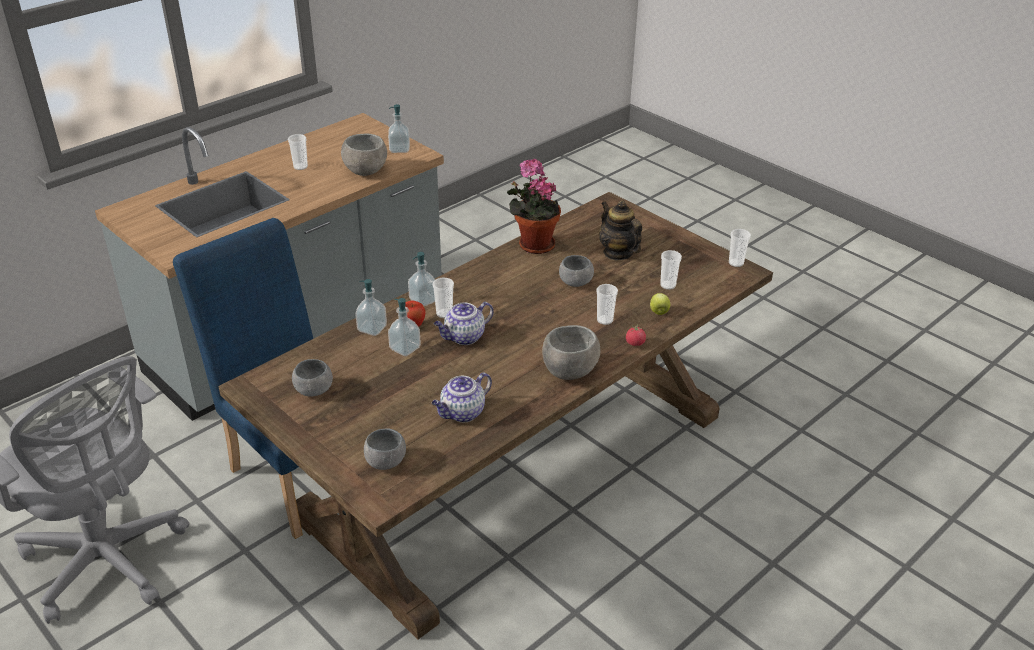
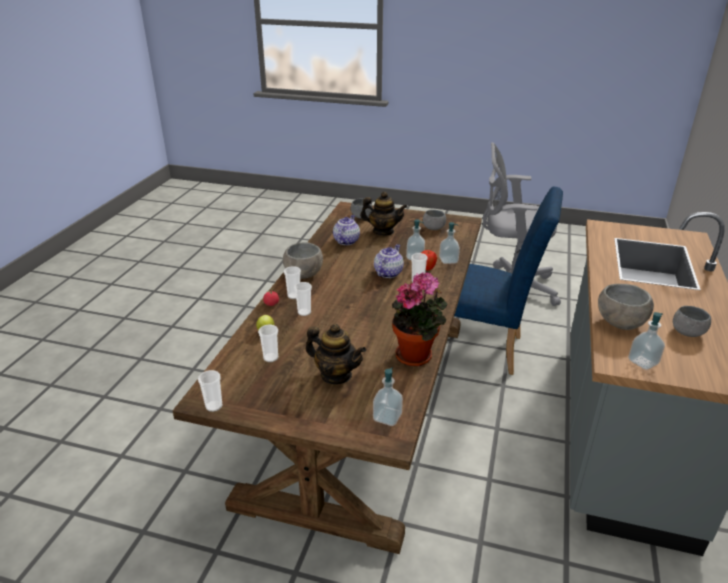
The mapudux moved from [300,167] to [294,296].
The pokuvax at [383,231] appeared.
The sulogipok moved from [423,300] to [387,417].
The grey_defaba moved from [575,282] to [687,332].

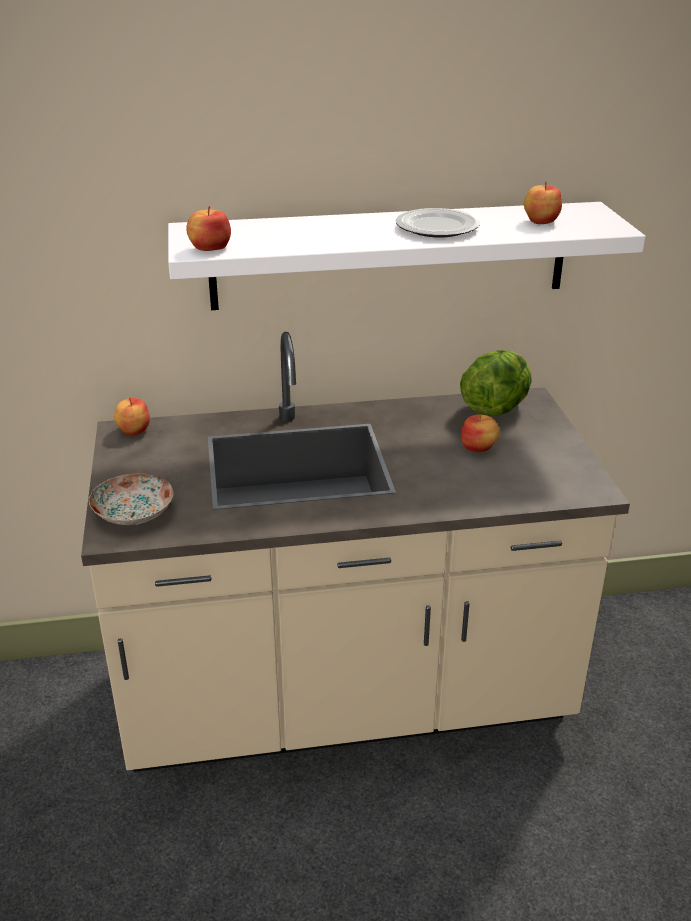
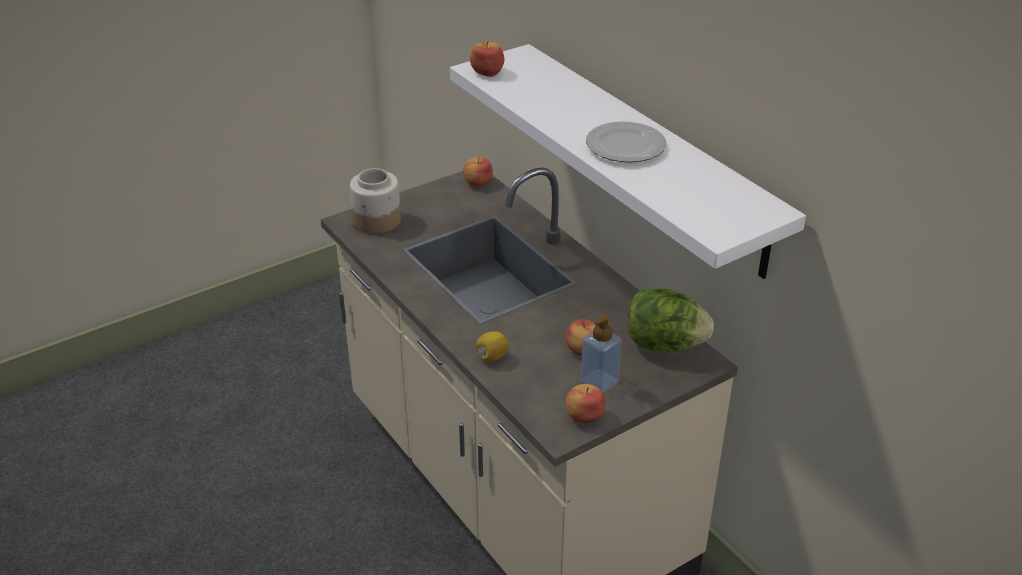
The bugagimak at [135,513] was replaced by the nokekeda at [377,221].
The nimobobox at [492,357] appeared.
The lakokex moved from [540,221] to [584,415].
The sulogipok at [599,382] appeared.

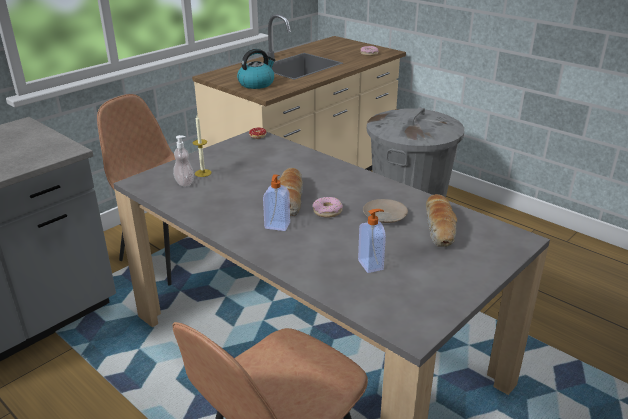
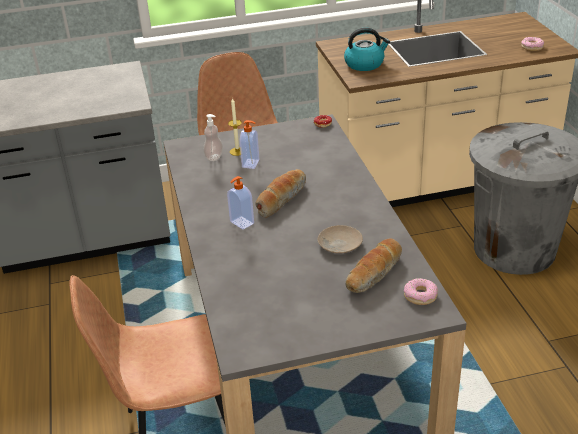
The sulogipok moved from [371,265] to [251,163].
The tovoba moved from [327,211] to [420,296].

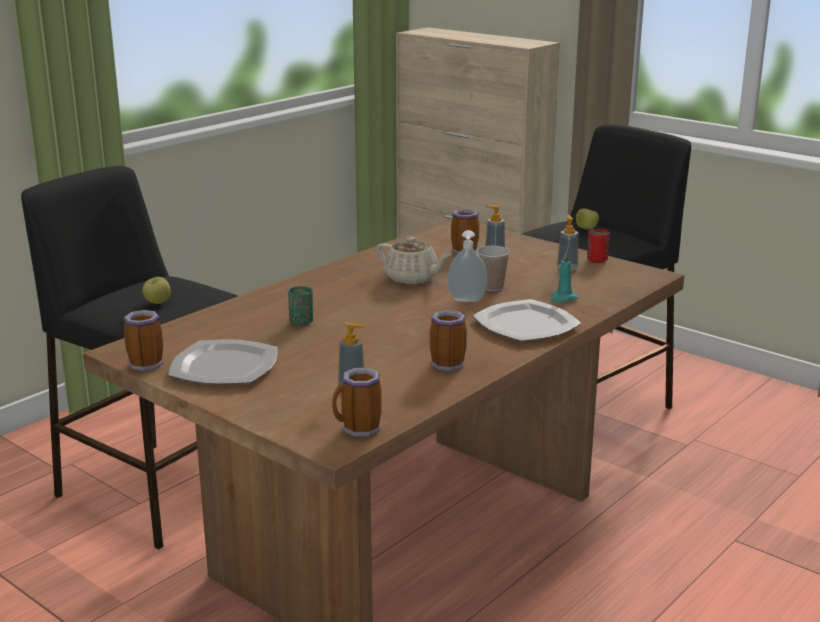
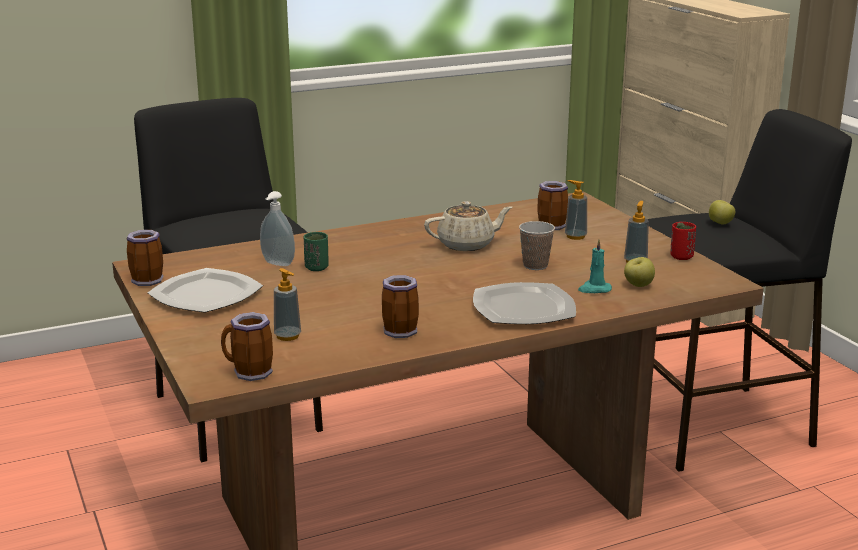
The sulogipok moved from [466,300] to [277,264].
The beige_pokuvax at [412,278] turned 75 degrees counterclockwise.
The lakokex moved from [157,303] to [638,285].

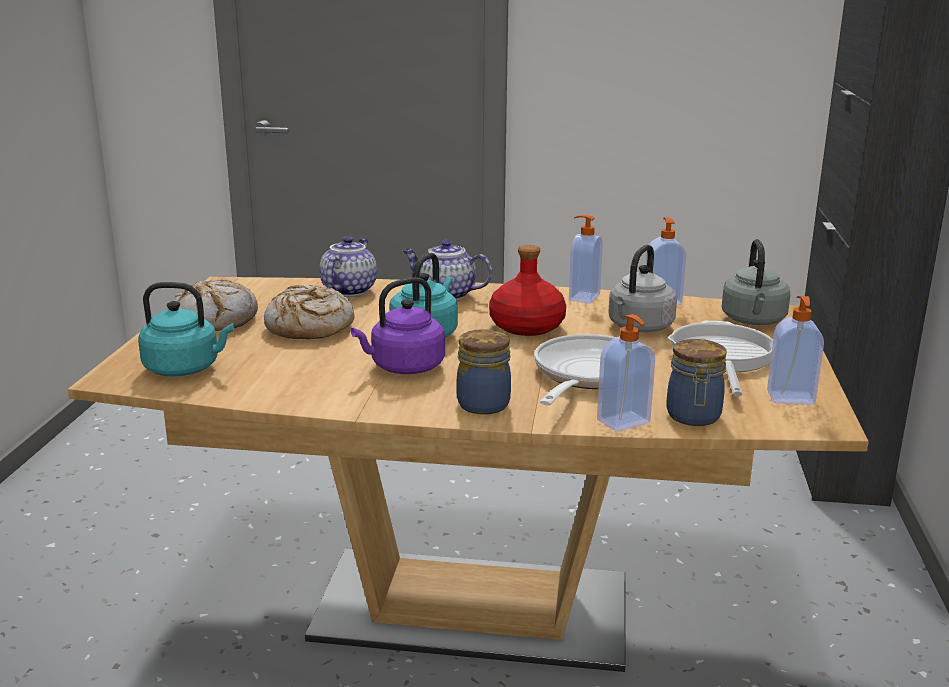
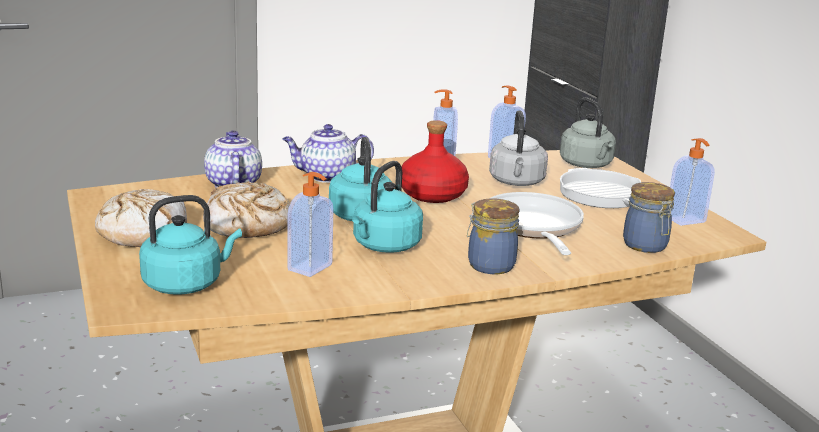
The sulogipok moved from [624,422] to [311,268].
The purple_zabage at [404,367] became the turquoise_zabage at [384,246].

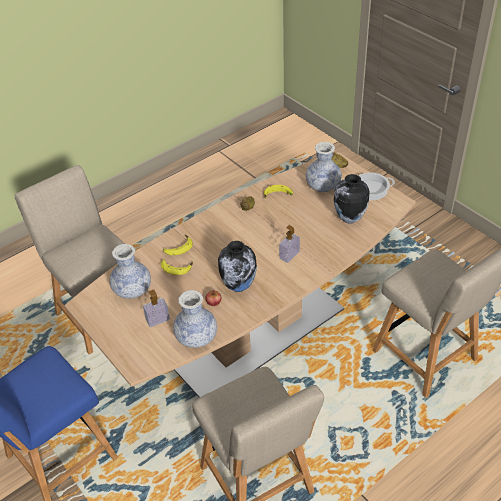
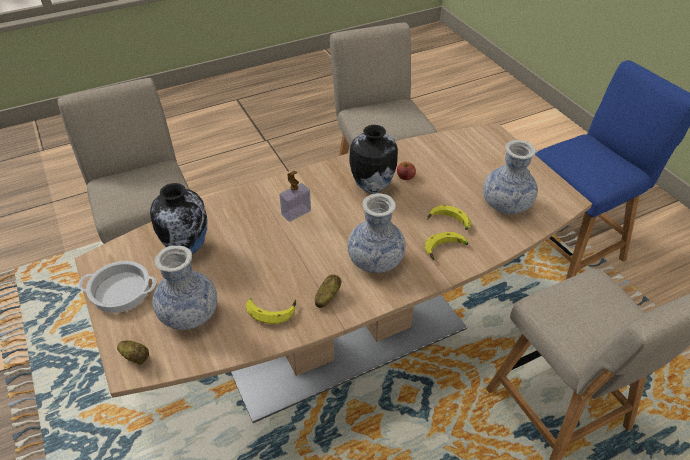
The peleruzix moved from [196,337] to [375,261].
The sulogipok at [157,320] disappeared.

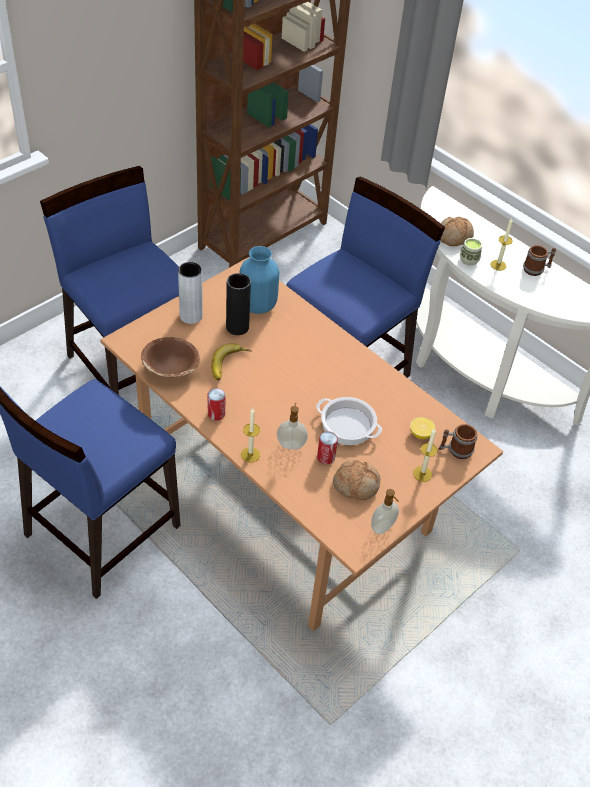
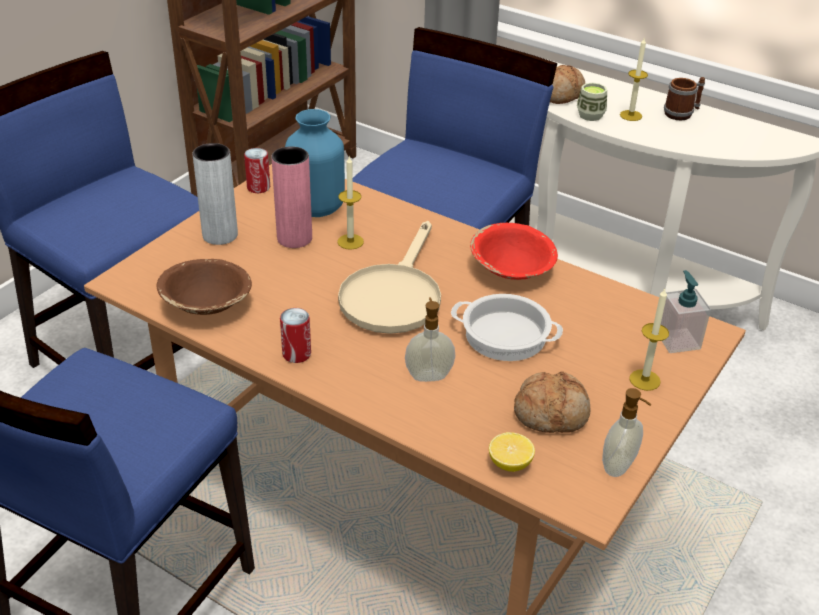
The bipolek moved from [326,457] to [258,187].
The black_peleruzix at [237,327] became the pink_peleruzix at [294,238].
The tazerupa moved from [250,454] to [350,242].
The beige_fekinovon at [393,295] appeared.
The red_defaba at [511,269] appeared.
The nimobobox moved from [420,434] to [510,464].
The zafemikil at [455,450] was replaced by the sulogipok at [678,340].
The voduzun at [230,365] disappeared.

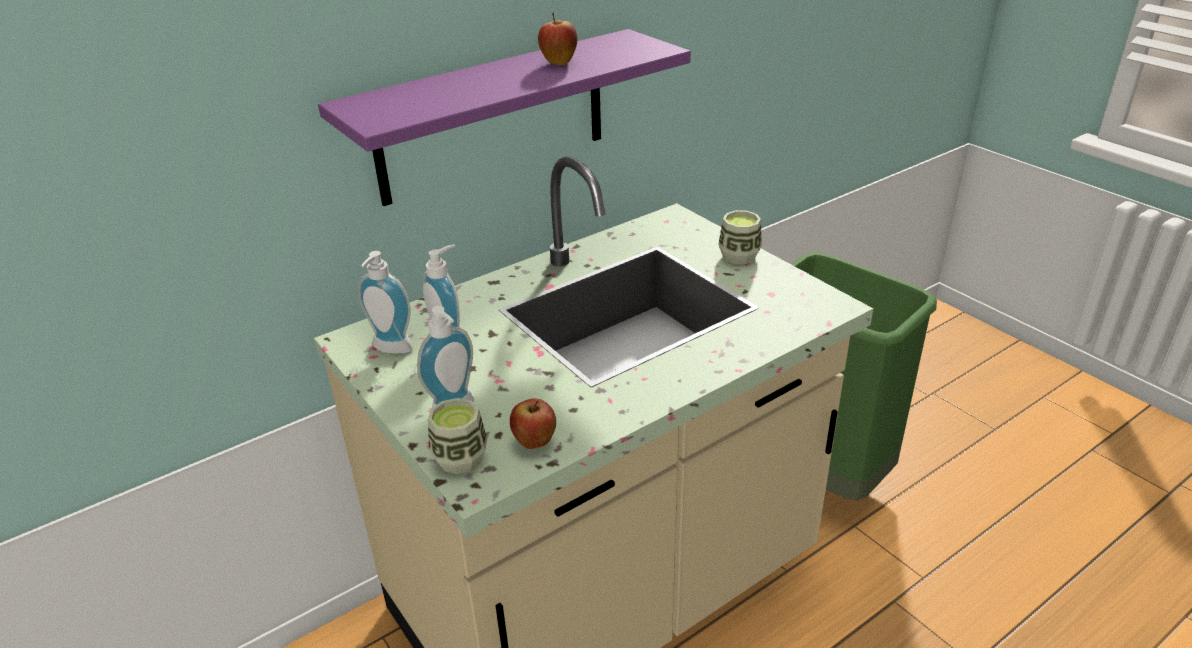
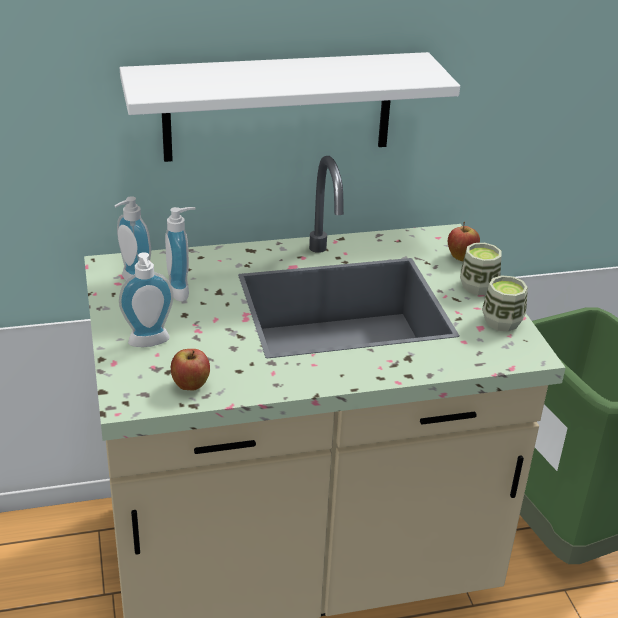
The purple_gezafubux at [492,117] became the white_gezafubux at [278,107].
The lakokex moved from [559,63] to [461,258].
The mapudux moved from [460,458] to [502,322].

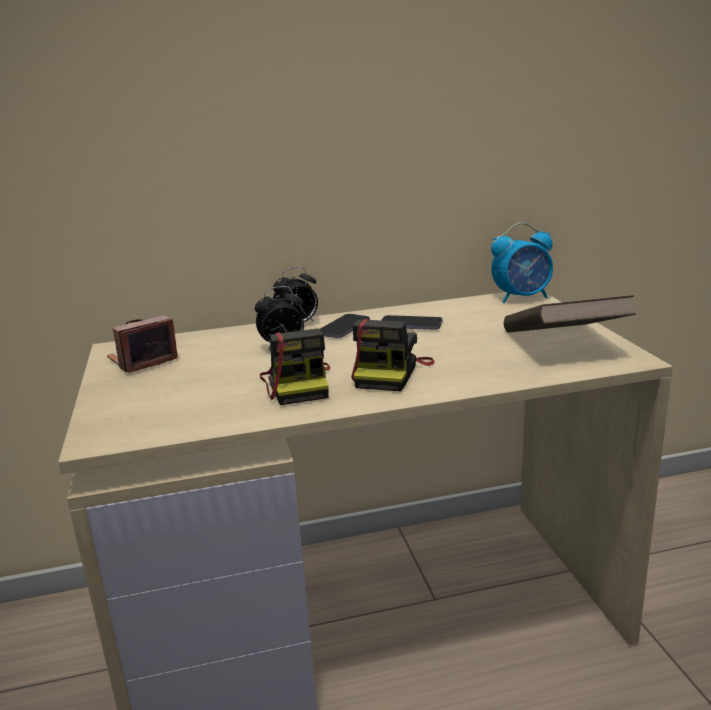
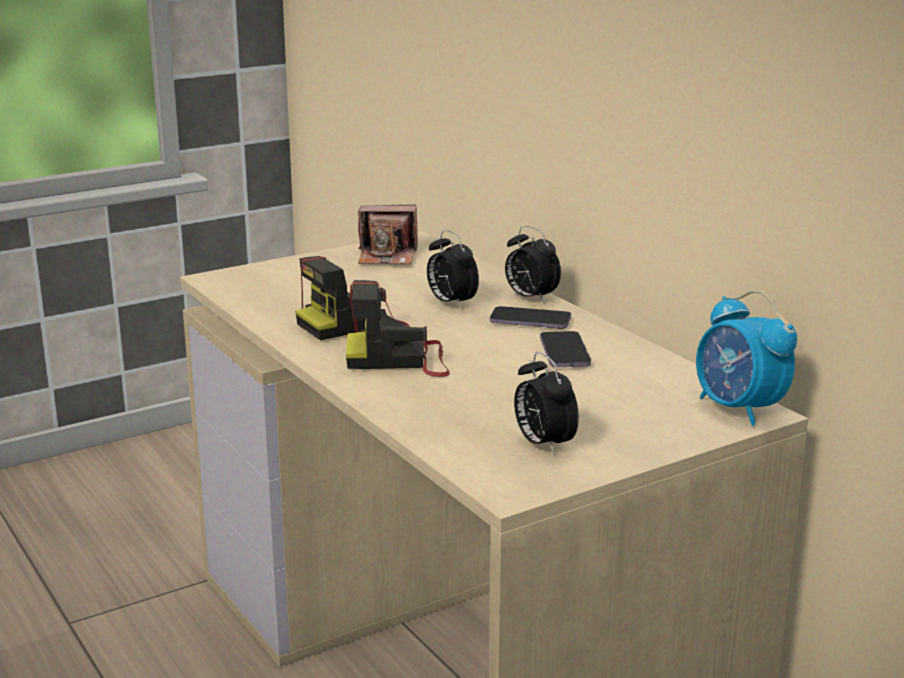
The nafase at [142,360] turned 150 degrees clockwise.
The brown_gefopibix at [562,345] was replaced by the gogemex at [543,444].

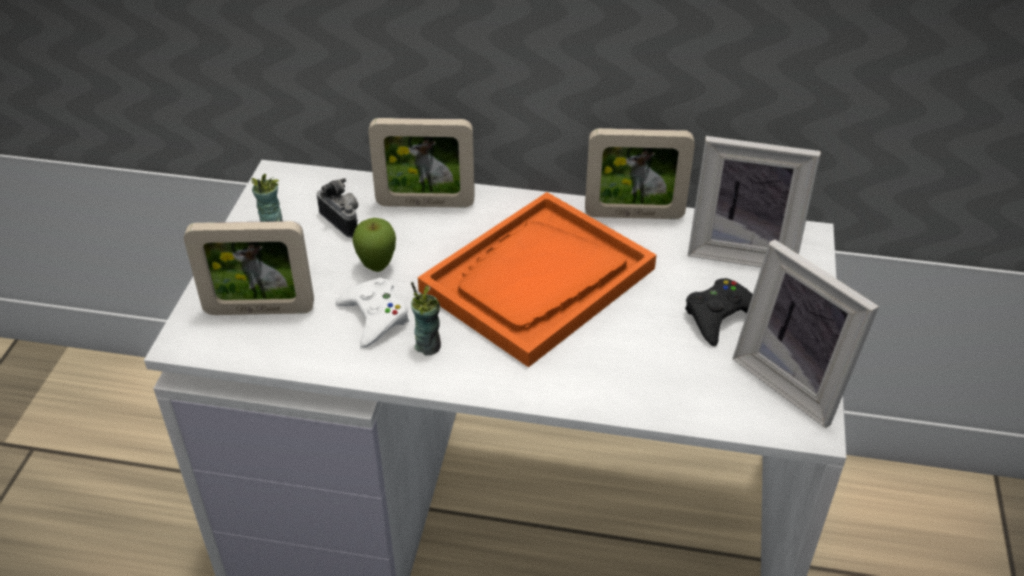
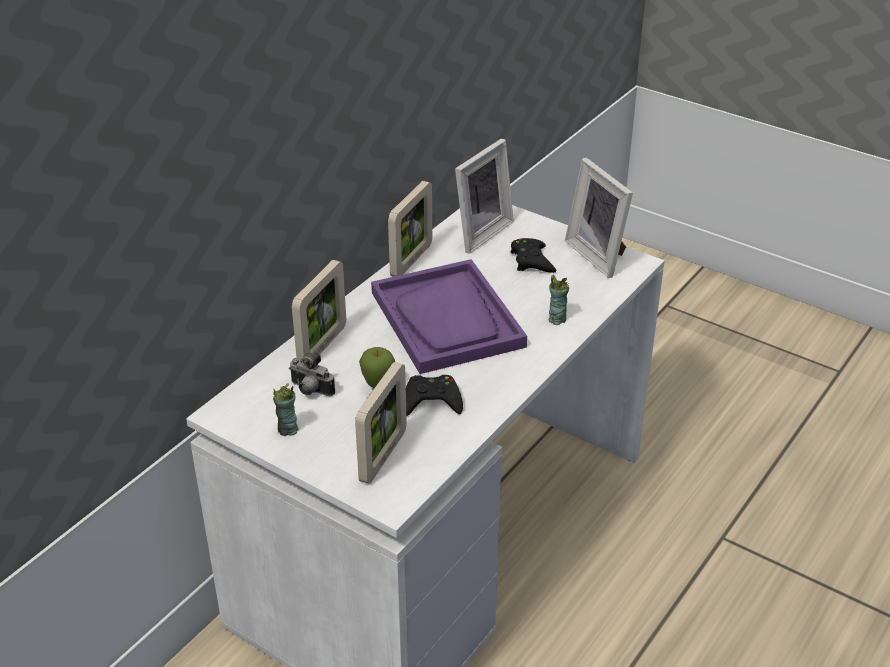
The nafase at [344,221] turned 135 degrees counterclockwise.
The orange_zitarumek at [538,280] became the purple_zitarumek at [447,319].
The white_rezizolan at [374,317] became the black_rezizolan at [432,401].
The mapudux moved from [428,345] to [556,319].
The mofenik at [794,380] turned 75 degrees clockwise.

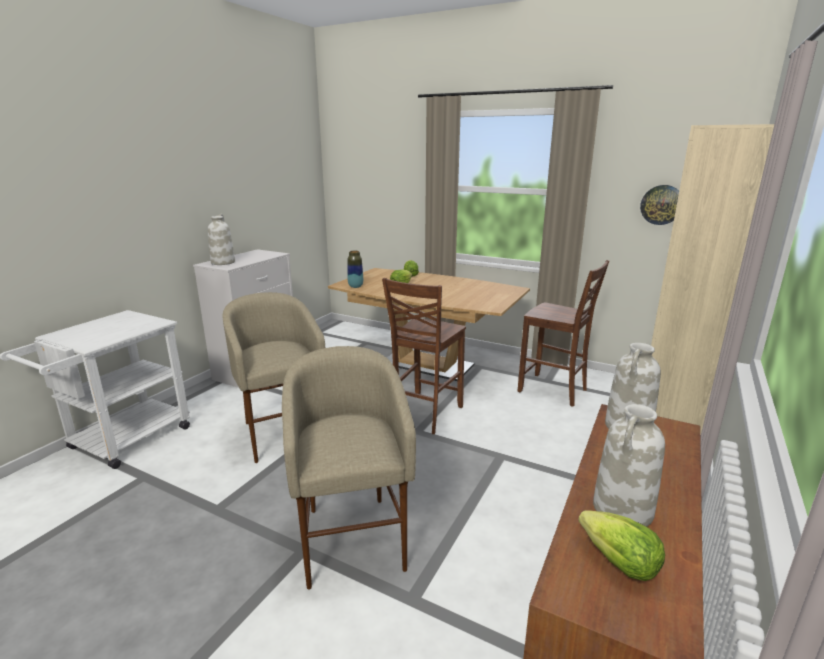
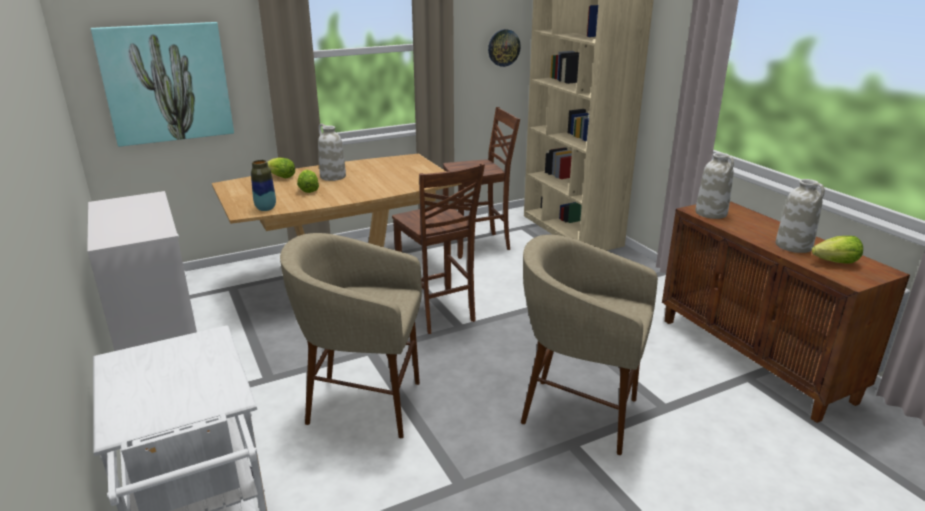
The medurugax at [166,83] appeared.
The white_peleruzix moved from [223,262] to [332,176].

